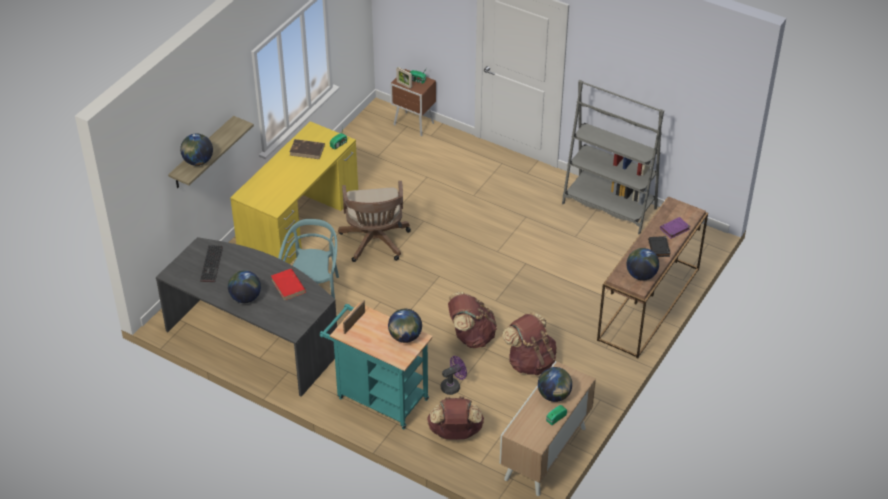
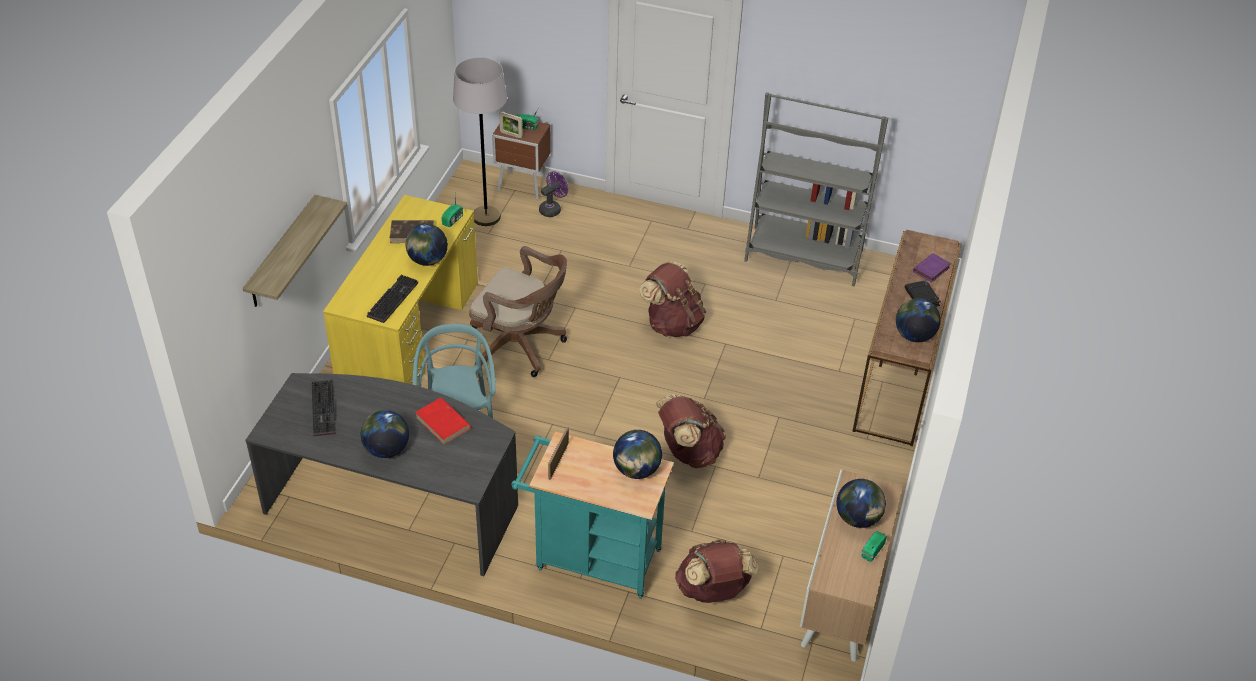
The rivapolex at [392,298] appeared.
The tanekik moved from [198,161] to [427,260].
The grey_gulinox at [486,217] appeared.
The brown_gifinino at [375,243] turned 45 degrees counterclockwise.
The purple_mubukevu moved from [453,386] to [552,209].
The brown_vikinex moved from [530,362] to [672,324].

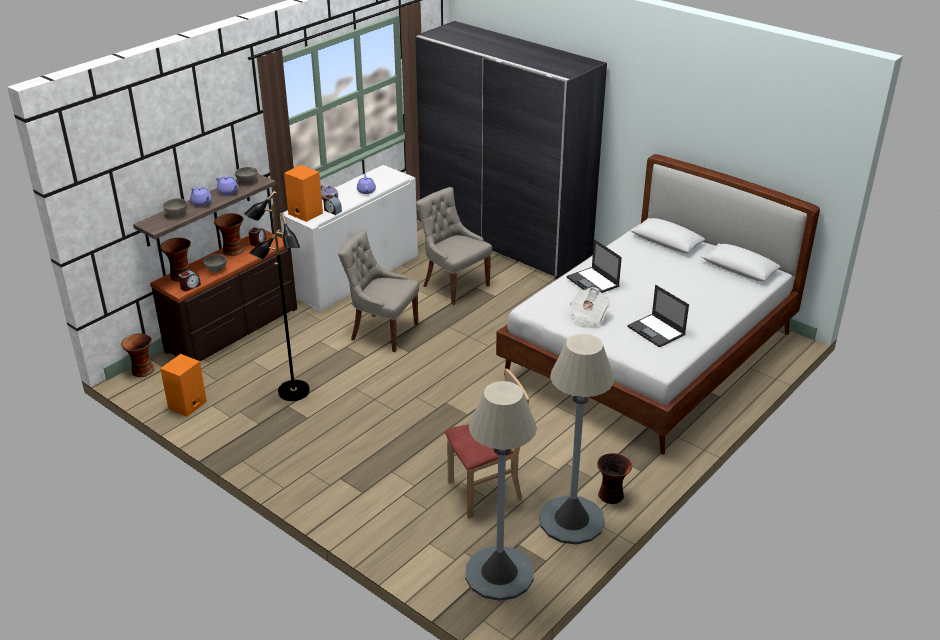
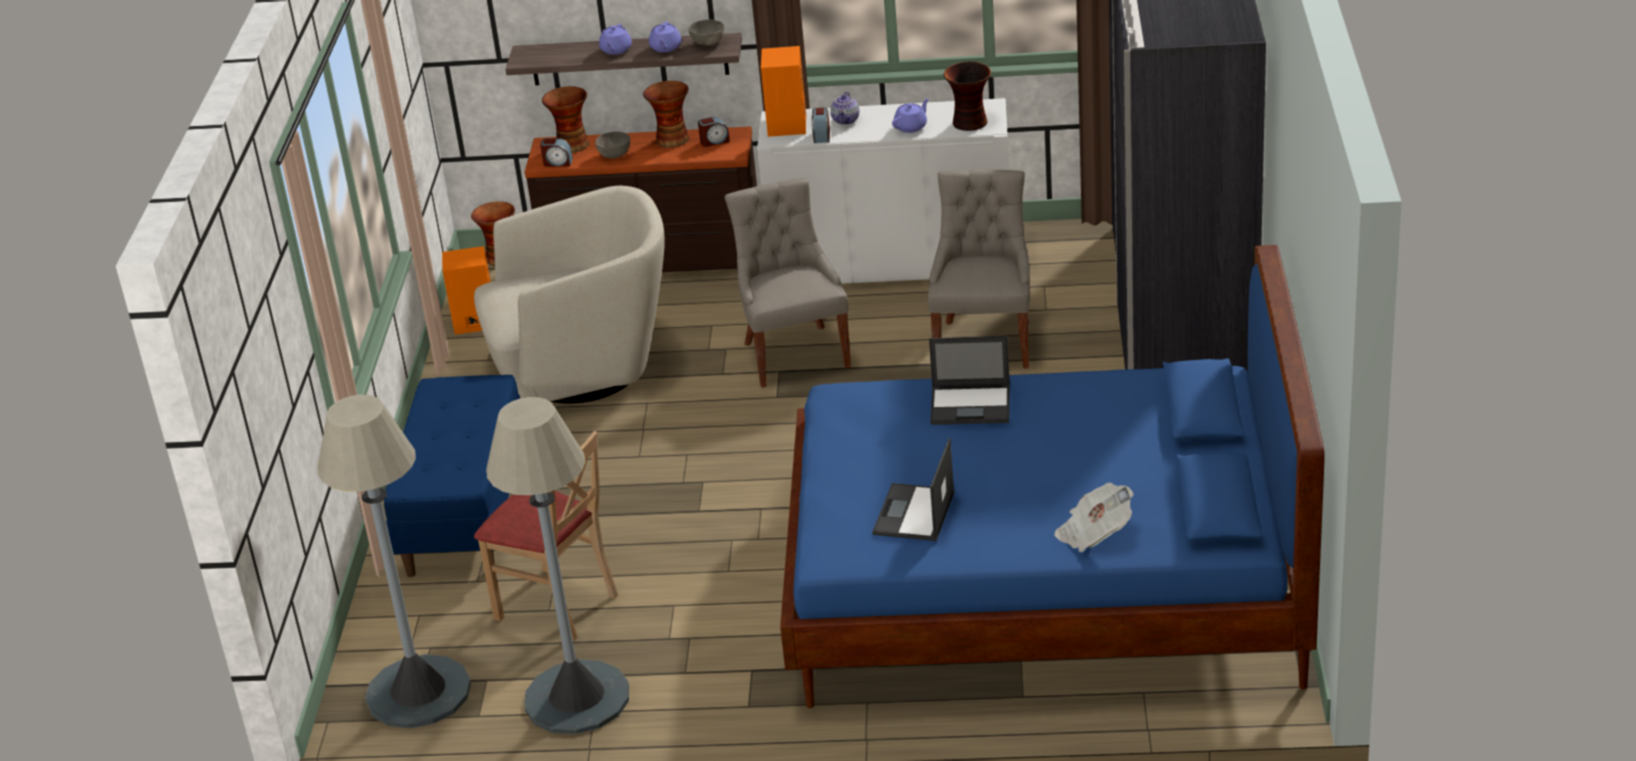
The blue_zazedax at [465,513] appeared.
The black_gulinox at [293,392] was replaced by the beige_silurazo at [585,369].
The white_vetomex at [650,356] became the blue_vetomex at [1043,587].
The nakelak at [593,282] turned 105 degrees counterclockwise.
The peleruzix moved from [611,495] to [970,123].
The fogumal moved from [587,317] to [1094,533].
The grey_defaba at [176,214] disappeared.

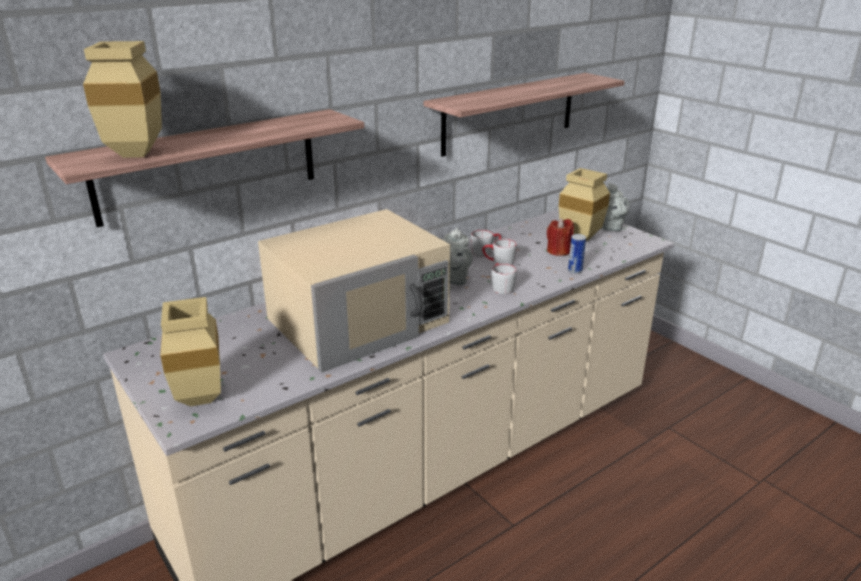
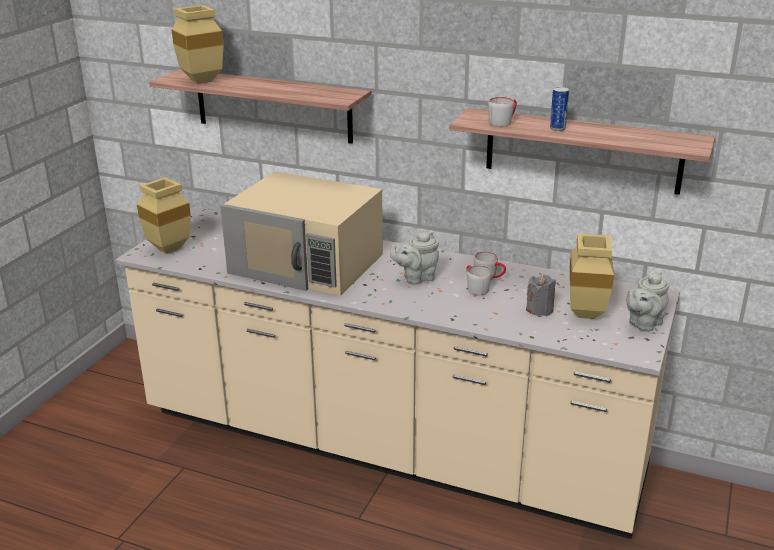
The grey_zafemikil moved from [501,286] to [503,121].
The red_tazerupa at [558,251] became the grey_tazerupa at [539,309].
The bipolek moved from [575,271] to [557,128].

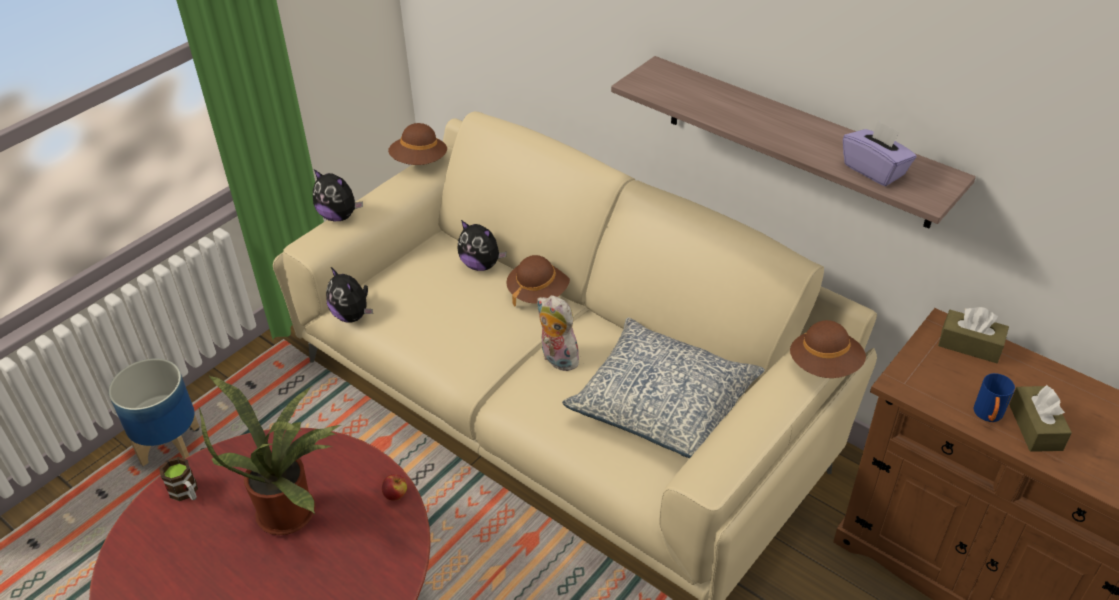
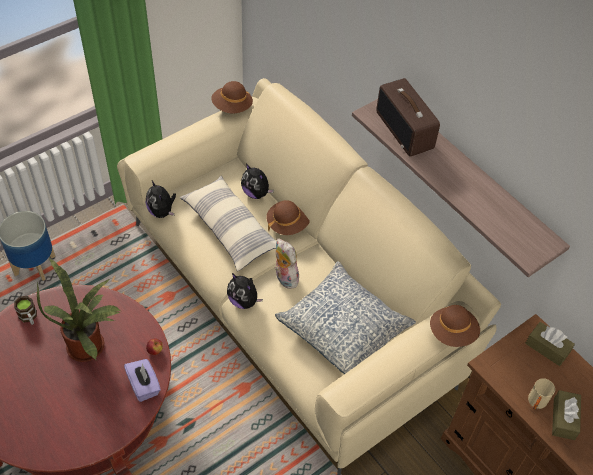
The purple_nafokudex moved from [874,170] to [144,386].
The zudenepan at [229,229] appeared.
The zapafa moved from [339,216] to [243,301].
The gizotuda at [405,130] appeared.
The blue_zafemikil at [988,416] became the beige_zafemikil at [536,403].

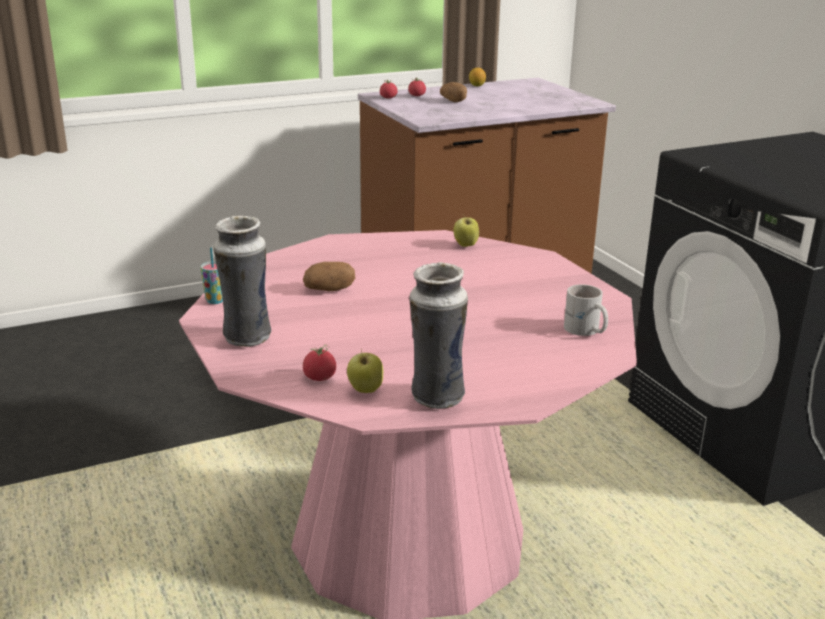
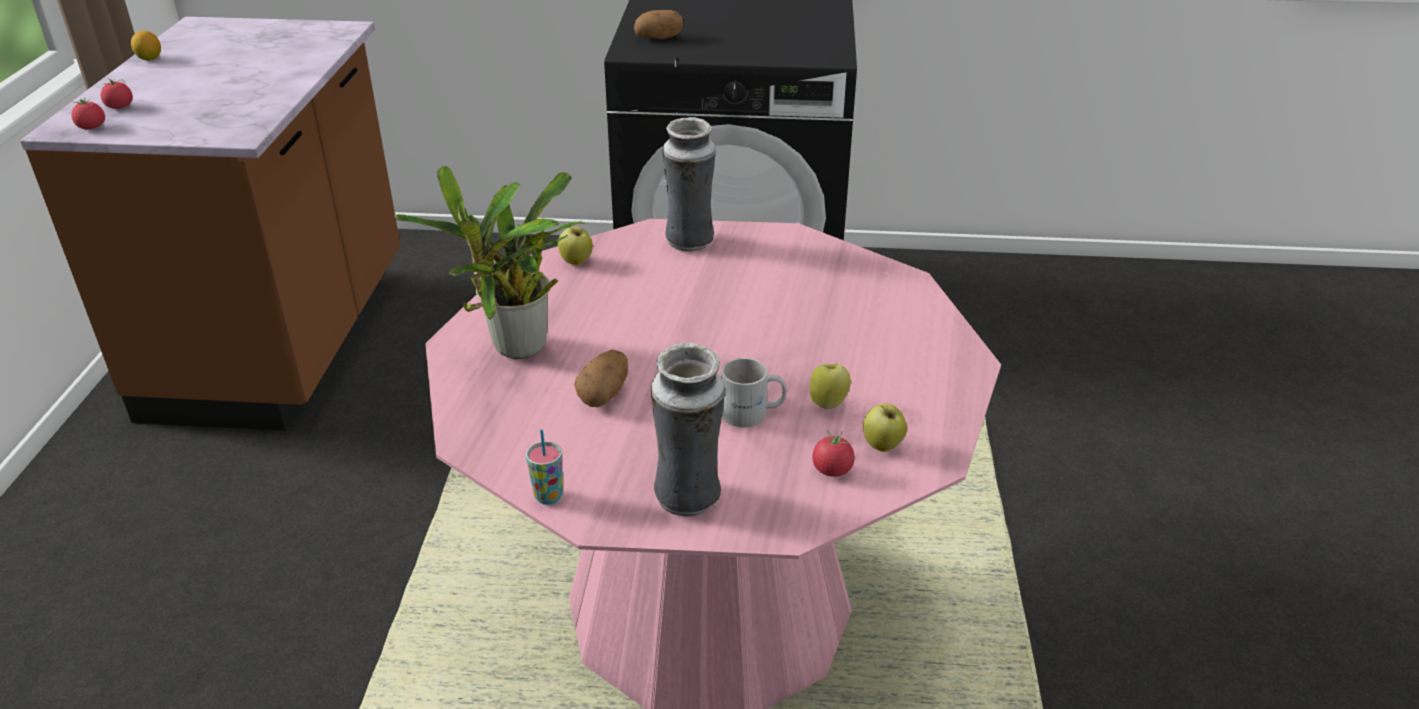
The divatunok at [515,352] appeared.
The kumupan moved from [454,101] to [659,38].
The peleruzix moved from [436,398] to [690,242].
The white_zafemikil moved from [585,331] to [753,413].
The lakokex at [828,403] appeared.

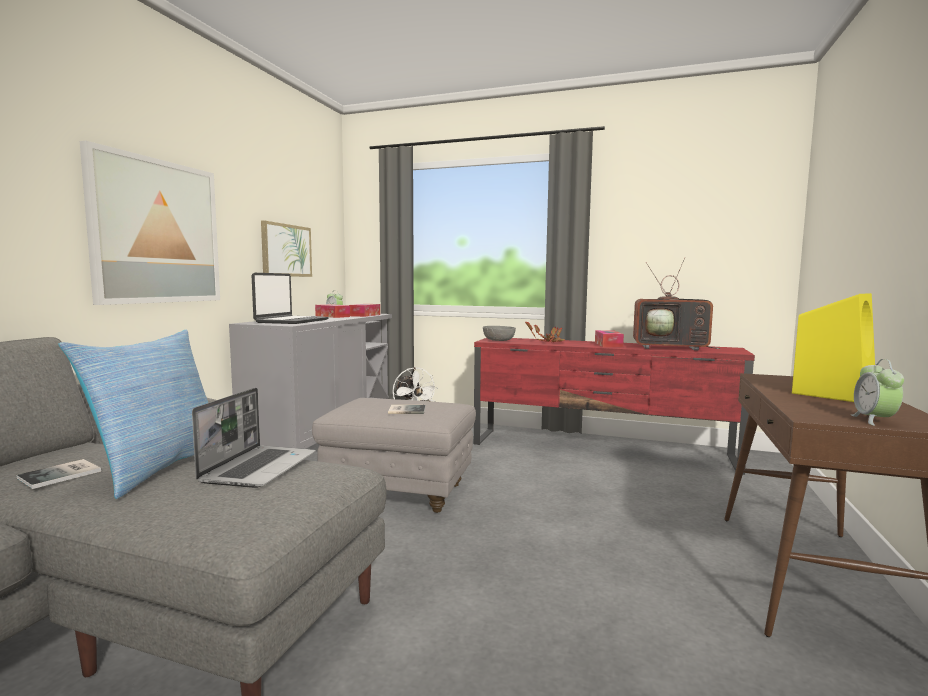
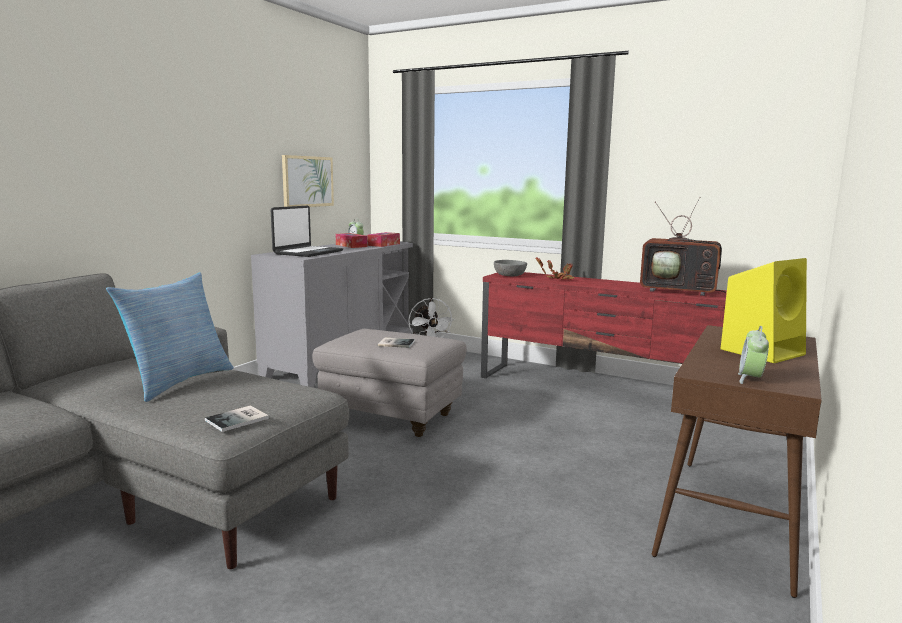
The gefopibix moved from [62,474] to [239,419].
The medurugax at [157,232] disappeared.
The nakelak at [259,467] disappeared.
The nafokudex at [608,344] disappeared.

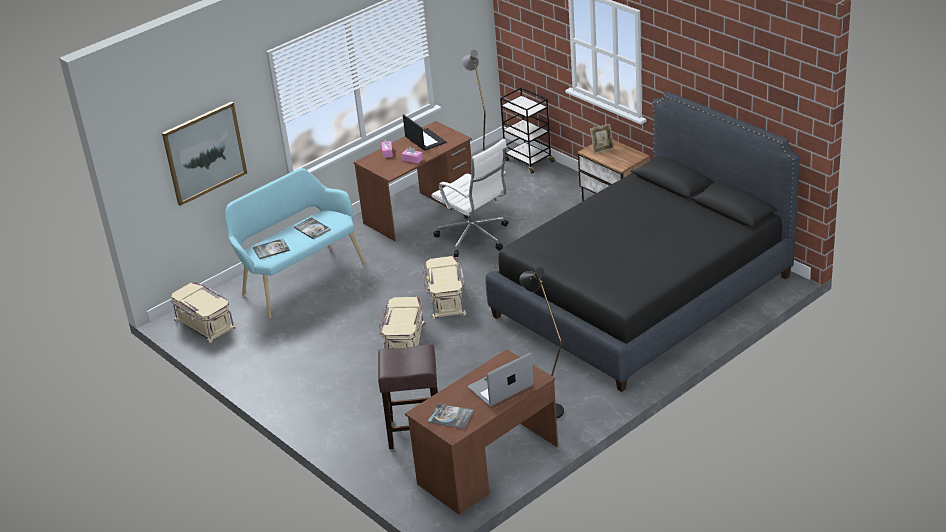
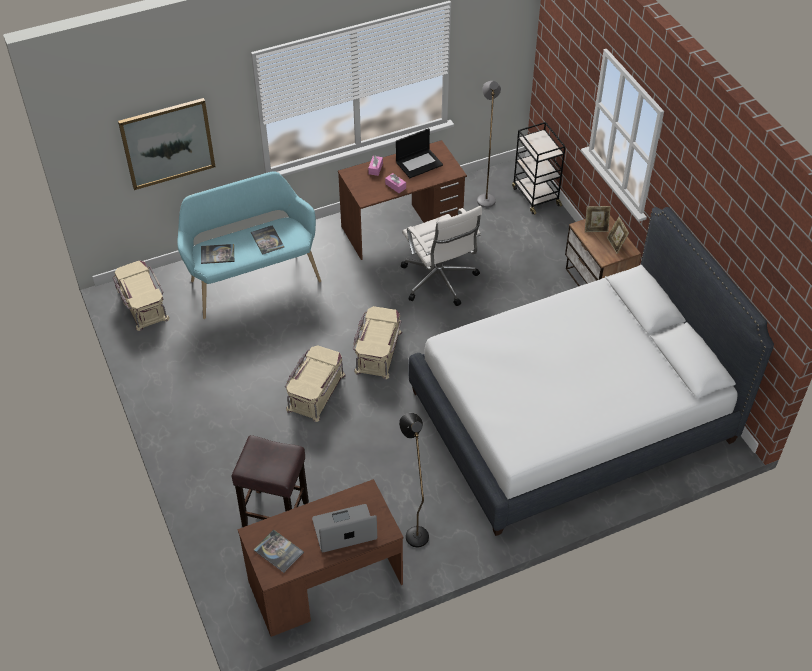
The nakelak at [424,140] turned 75 degrees clockwise.
The black_vetomex at [643,296] became the white_vetomex at [572,416].
The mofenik at [616,245] appeared.

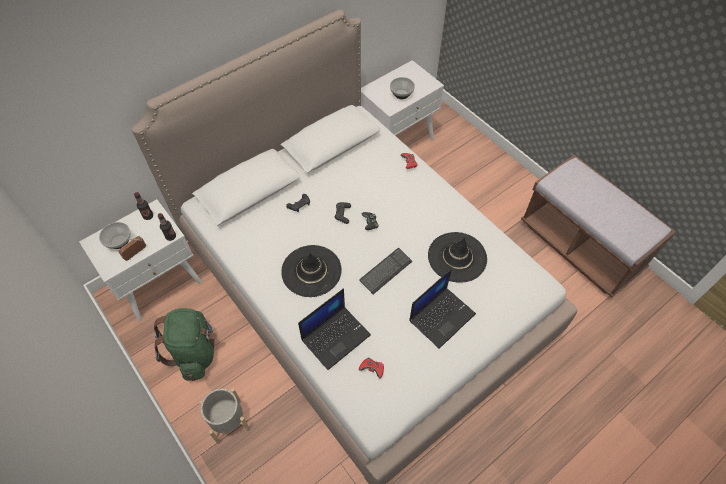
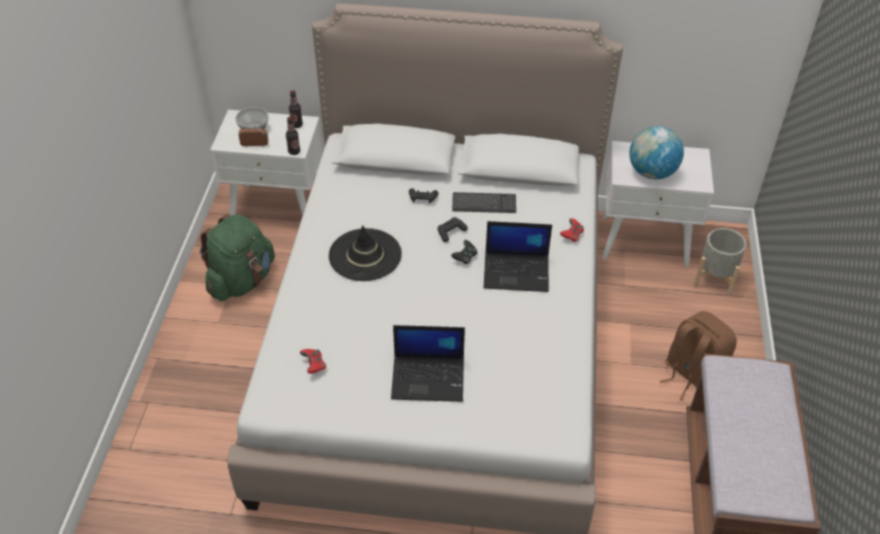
The rivapolex moved from [385,271] to [484,204].
The nakelak moved from [336,336] to [517,272].
The defaba at [401,94] was replaced by the tanekik at [651,172].
The brown_vikinex at [691,375] appeared.
The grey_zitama moved from [229,421] to [714,278].
The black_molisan at [457,257] disappeared.

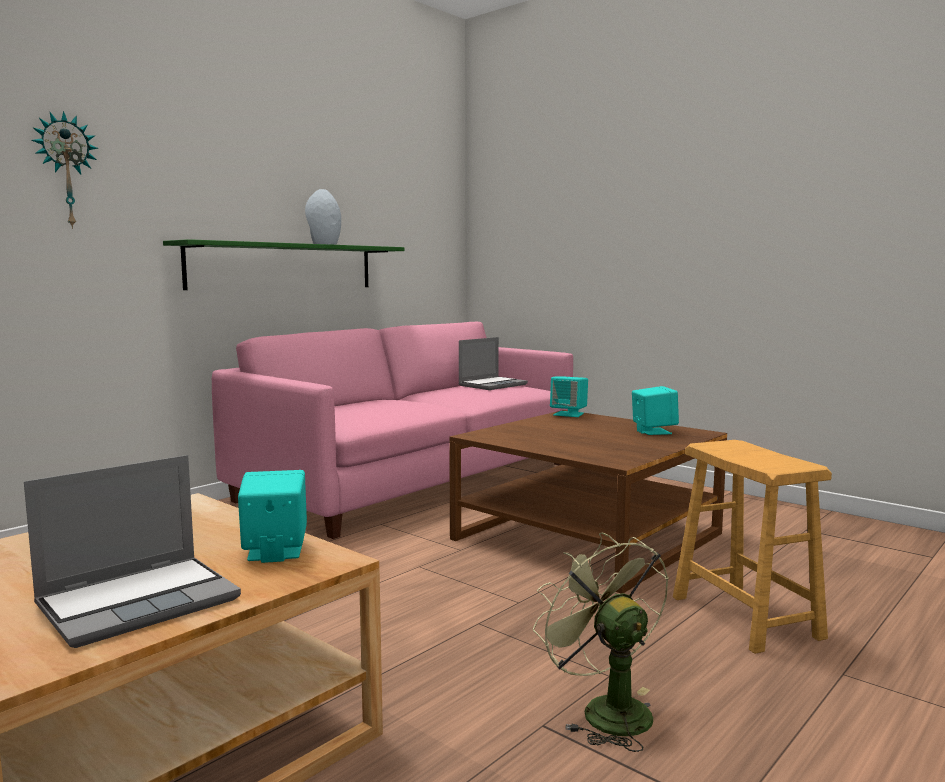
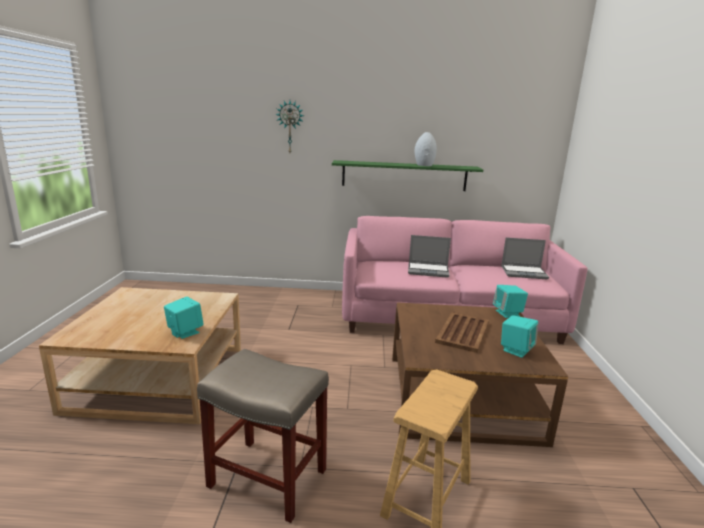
The green_mubukevu at [605,710] was replaced by the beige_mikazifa at [266,477].
The nakelak moved from [140,601] to [428,270].
The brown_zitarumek at [463,332] appeared.

